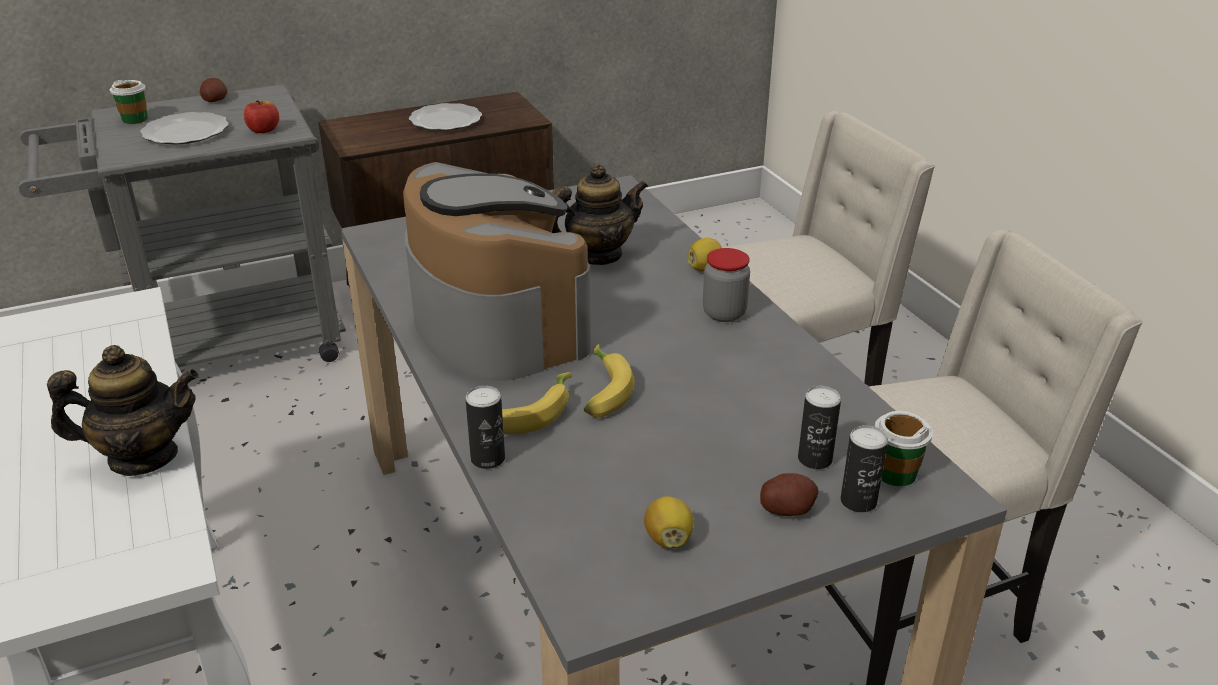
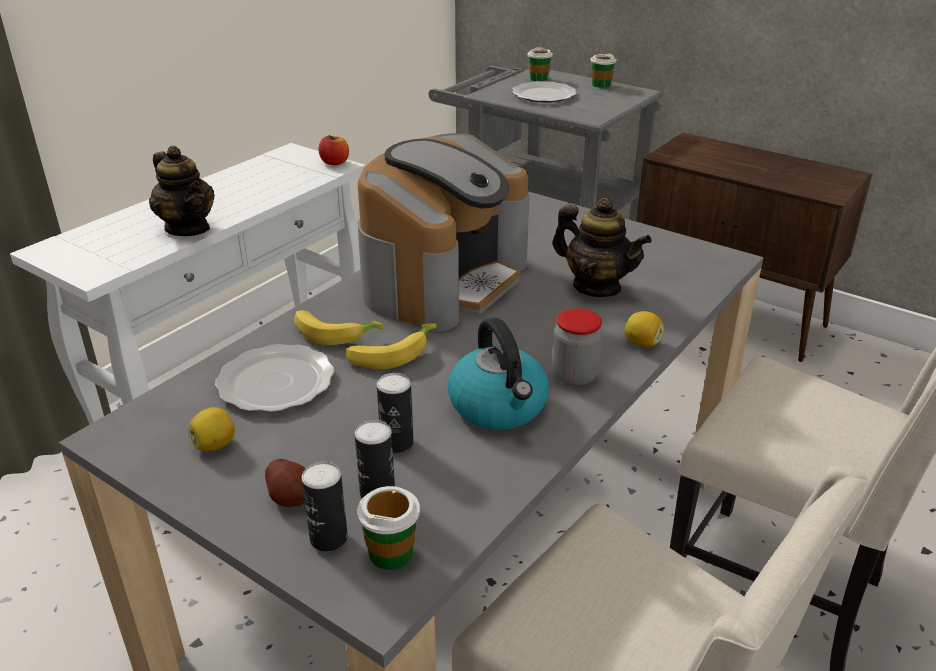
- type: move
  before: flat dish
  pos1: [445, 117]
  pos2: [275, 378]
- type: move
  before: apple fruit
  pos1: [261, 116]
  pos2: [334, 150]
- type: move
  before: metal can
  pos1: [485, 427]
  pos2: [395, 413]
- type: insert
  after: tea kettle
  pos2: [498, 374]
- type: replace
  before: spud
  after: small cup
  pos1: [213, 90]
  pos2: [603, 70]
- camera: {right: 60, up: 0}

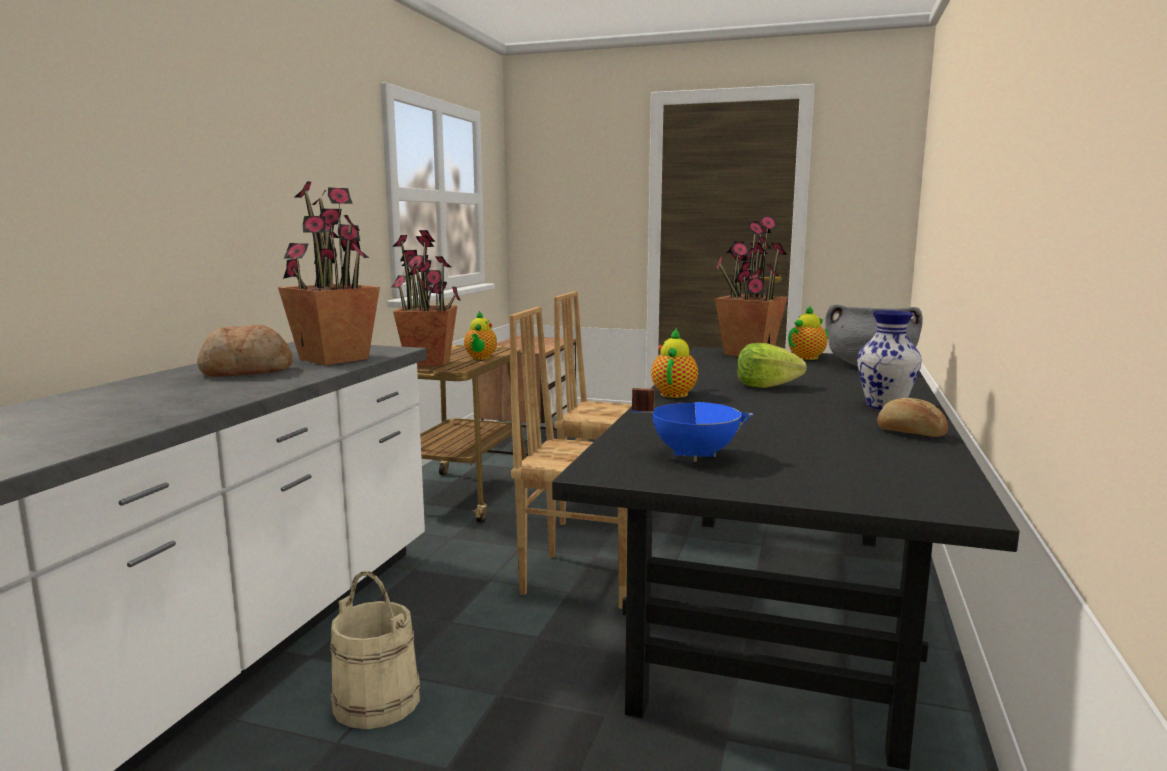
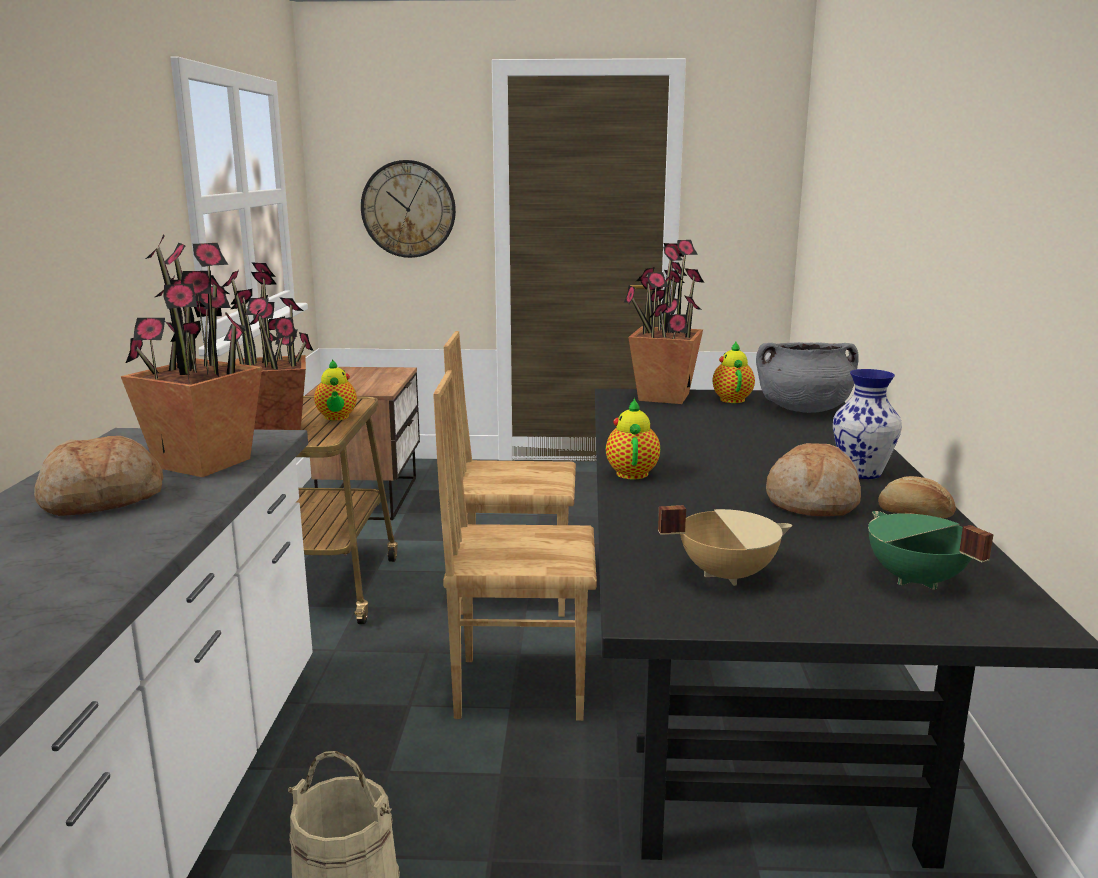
- type: insert
  after: wall clock
  pos2: [408, 209]
- type: recolor
  before: bluish cooking pot
  after: beige-coloured cooking pot
  pos1: [693, 425]
  pos2: [725, 545]
- type: rotate
  before: teapot
  pos1: [808, 333]
  pos2: [734, 372]
  turn: -45
- type: insert
  after: bakery bread
  pos2: [813, 479]
- type: insert
  after: greenish cooking pot
  pos2: [930, 550]
- type: delete
  before: lettuce
  pos1: [772, 365]
- camera: {right: -15, up: 5}

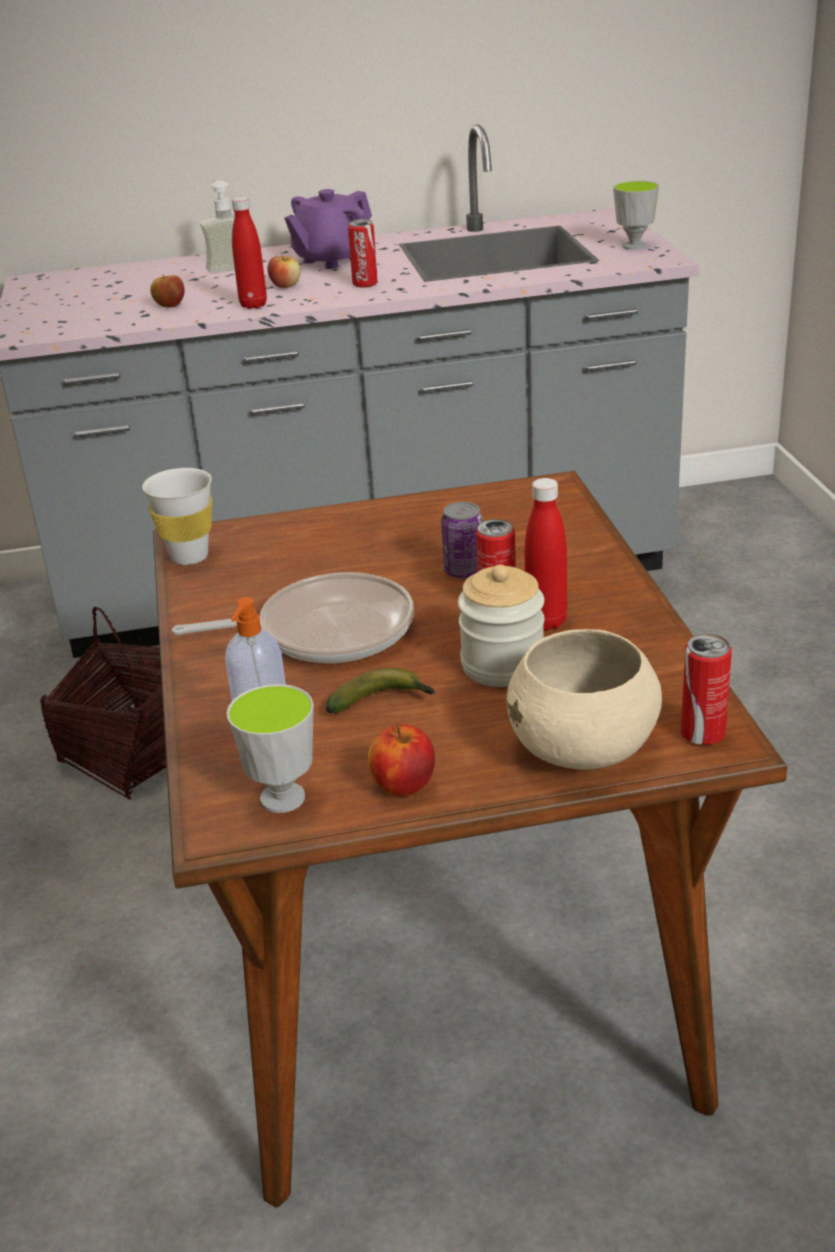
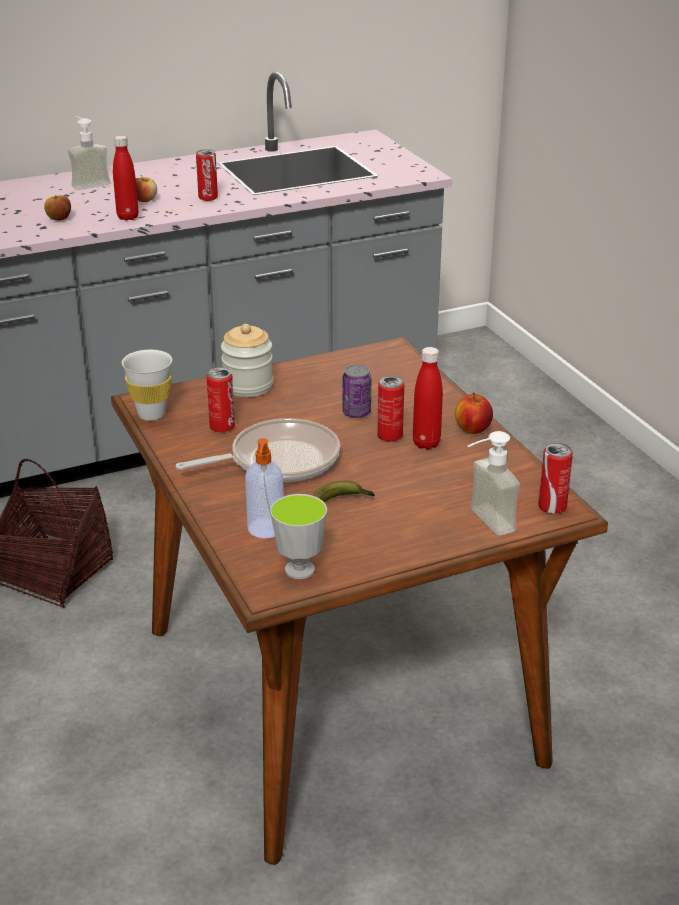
- type: insert
  after: metal can
  pos2: [220, 399]
- type: move
  before: storage jar
  pos1: [501, 625]
  pos2: [247, 360]
- type: move
  before: apple fruit
  pos1: [401, 759]
  pos2: [474, 413]
- type: replace
  before: beige-coloured serving bowl
  after: liquid soap bottle
  pos1: [584, 699]
  pos2: [494, 483]
- type: delete
  before: purple teapot
  pos1: [328, 229]
- type: delete
  before: small cup
  pos1: [636, 215]
- camera: {right: -15, up: 0}

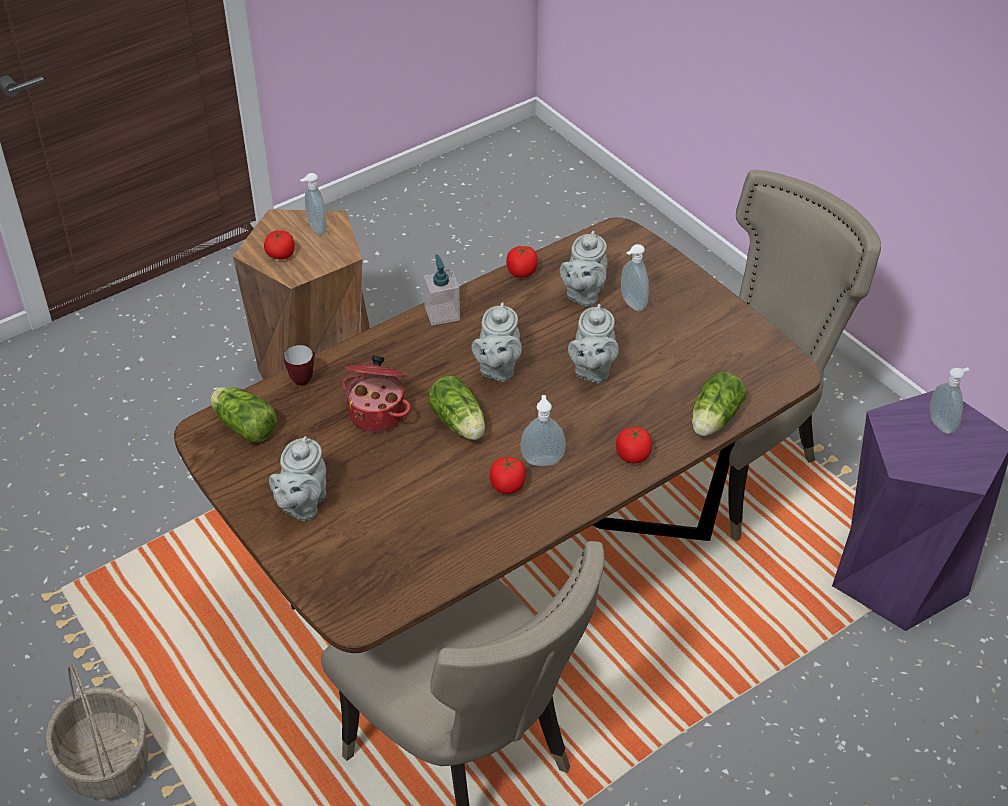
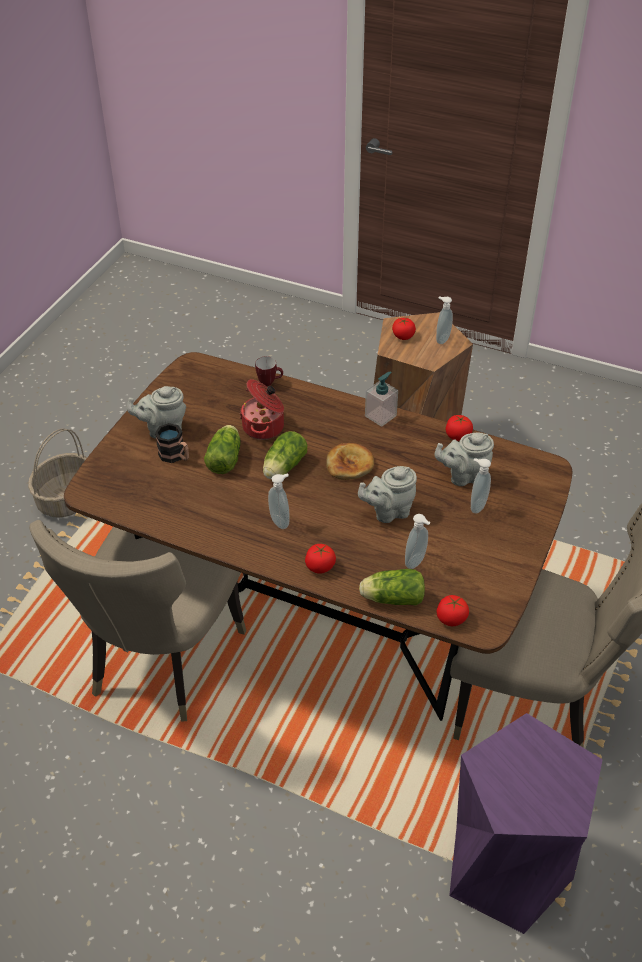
- type: insert
  after: mug
  pos2: [172, 443]
- type: move
  before: lettuce
  pos1: [243, 414]
  pos2: [222, 449]
- type: replace
  before: gray teapot
  after: bakery bread
  pos1: [497, 342]
  pos2: [350, 461]
- type: move
  before: liquid soap bottle
  pos1: [949, 400]
  pos2: [418, 541]
- type: move
  before: whole tomato
  pos1: [508, 475]
  pos2: [452, 610]
- camera: {right: 60, up: 0}

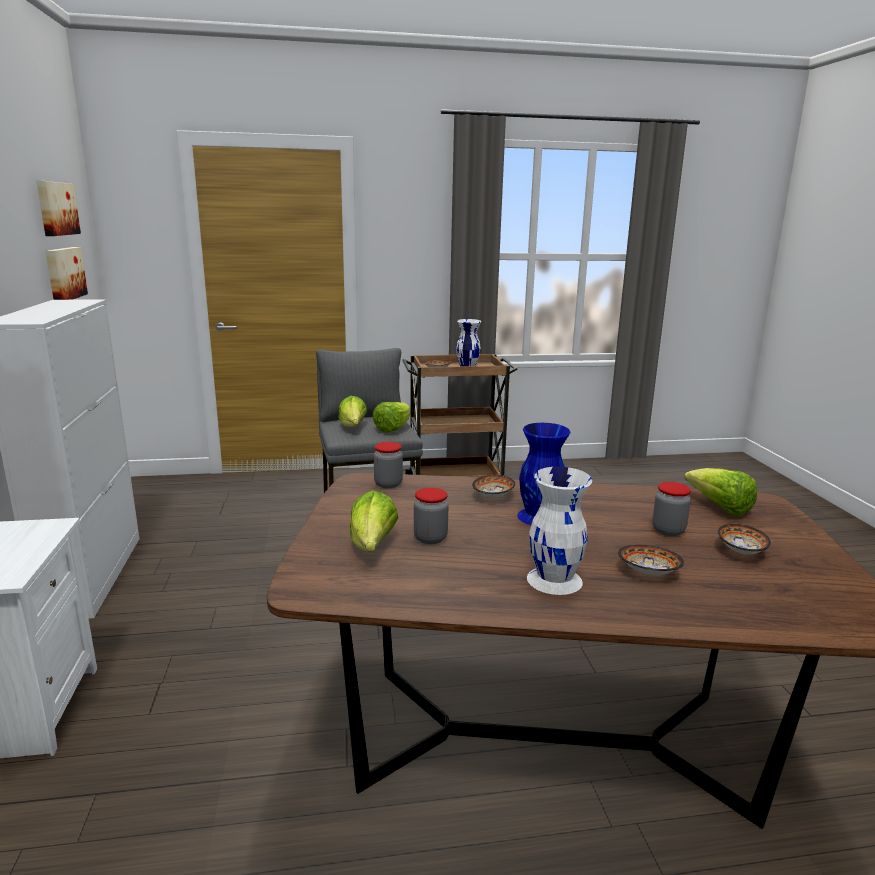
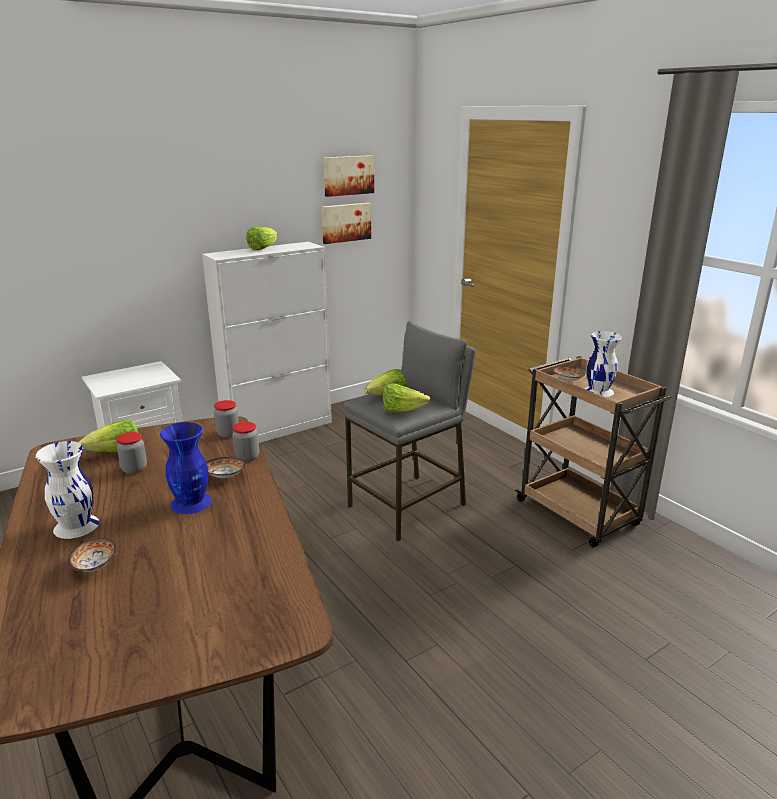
- type: move
  before: storage jar
  pos1: [671, 509]
  pos2: [245, 442]
- type: move
  before: lettuce
  pos1: [720, 492]
  pos2: [262, 238]
- type: delete
  before: serving bowl
  pos1: [744, 539]
- camera: {right: 65, up: 5}

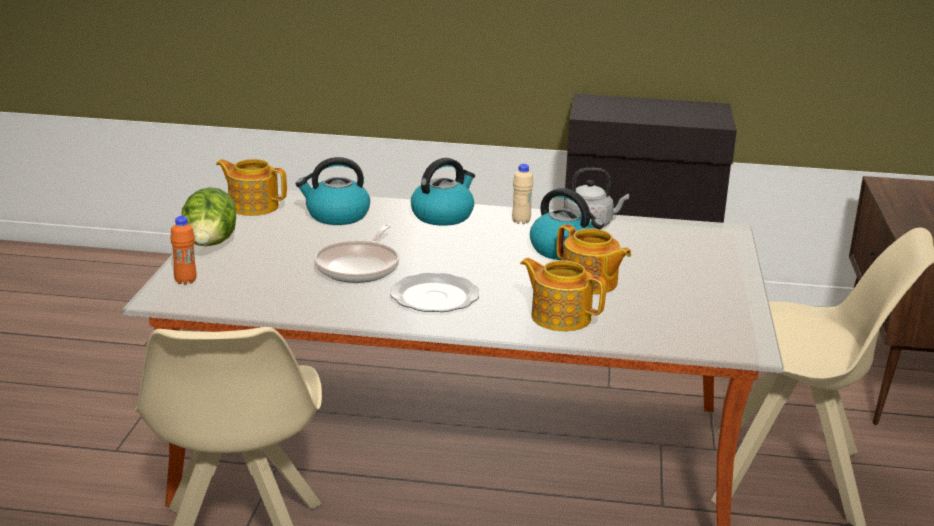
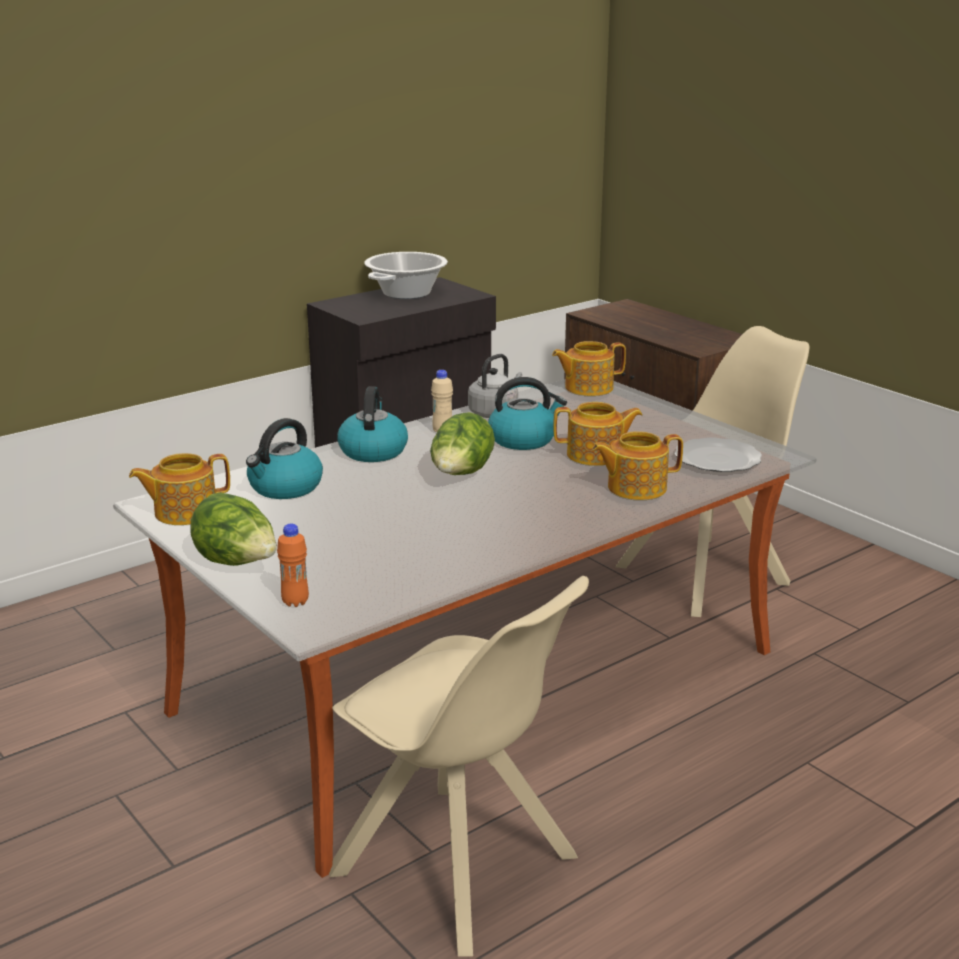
- type: insert
  after: cooking pot
  pos2: [406, 275]
- type: insert
  after: lettuce
  pos2: [462, 443]
- type: insert
  after: teapot
  pos2: [589, 368]
- type: move
  before: flat dish
  pos1: [434, 292]
  pos2: [718, 454]
- type: delete
  before: skillet
  pos1: [356, 253]
- camera: {right: -45, up: 0}

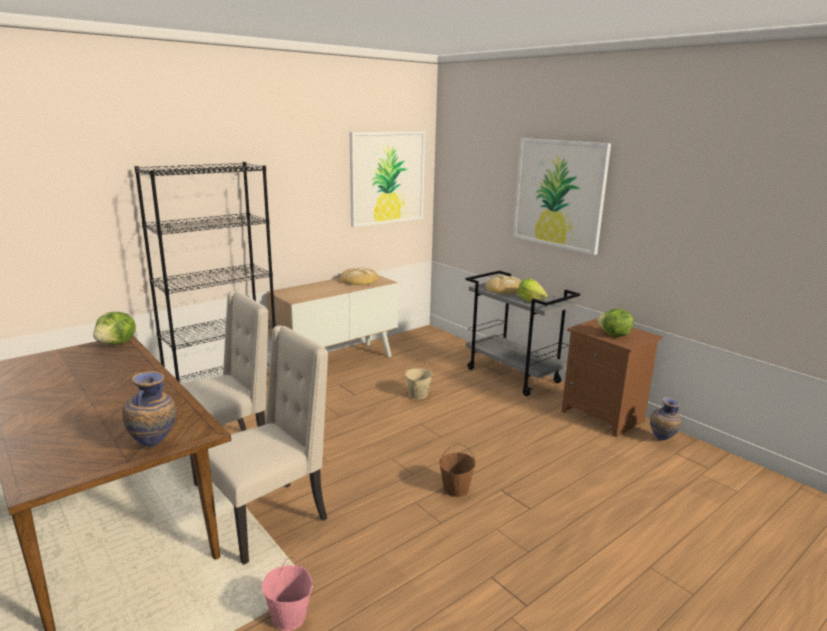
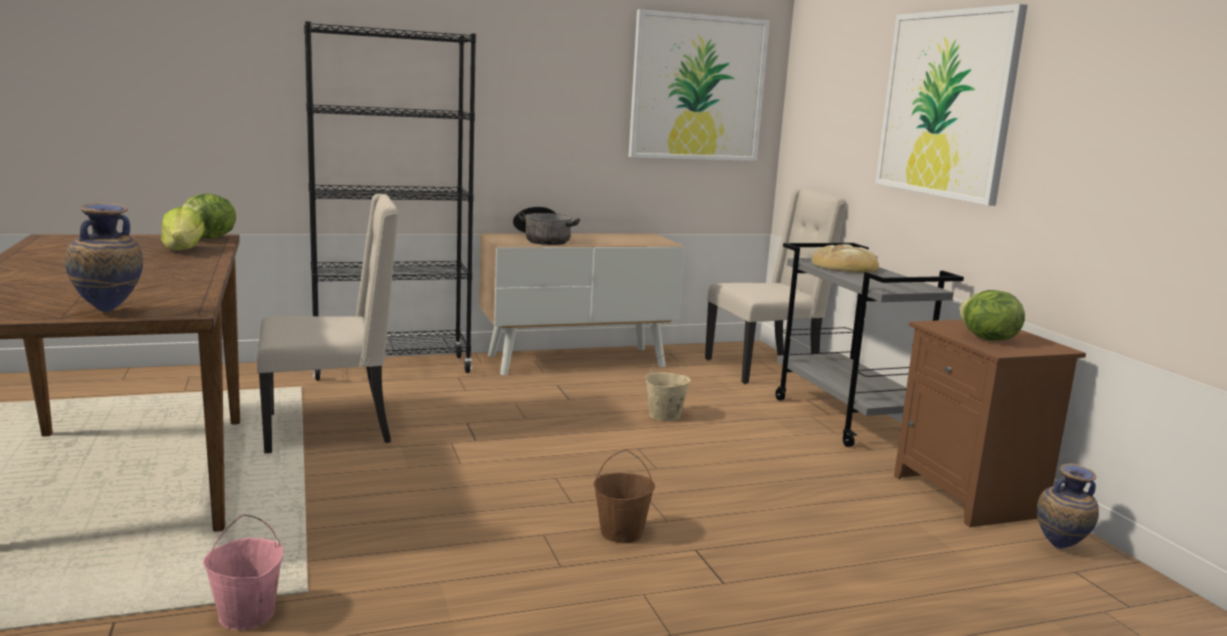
- type: move
  before: lettuce
  pos1: [533, 290]
  pos2: [183, 228]
- type: insert
  after: cooking pot
  pos2: [546, 225]
- type: move
  before: beige-coloured upright chair
  pos1: [268, 445]
  pos2: [776, 286]
- type: delete
  before: bakery bread
  pos1: [359, 276]
- camera: {right: 20, up: -5}

